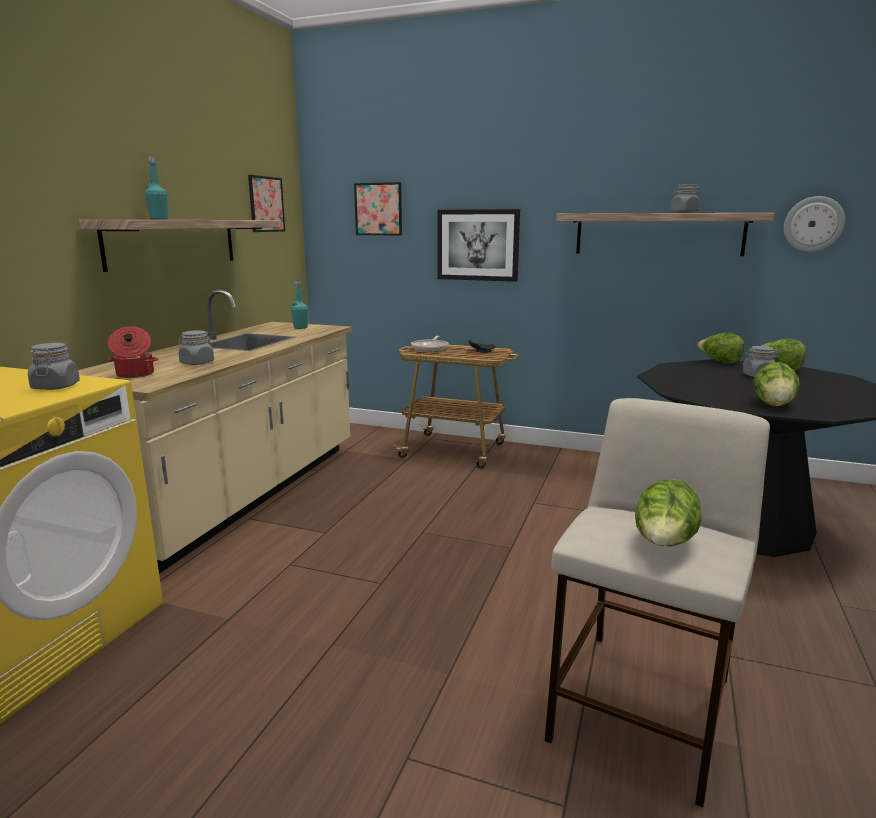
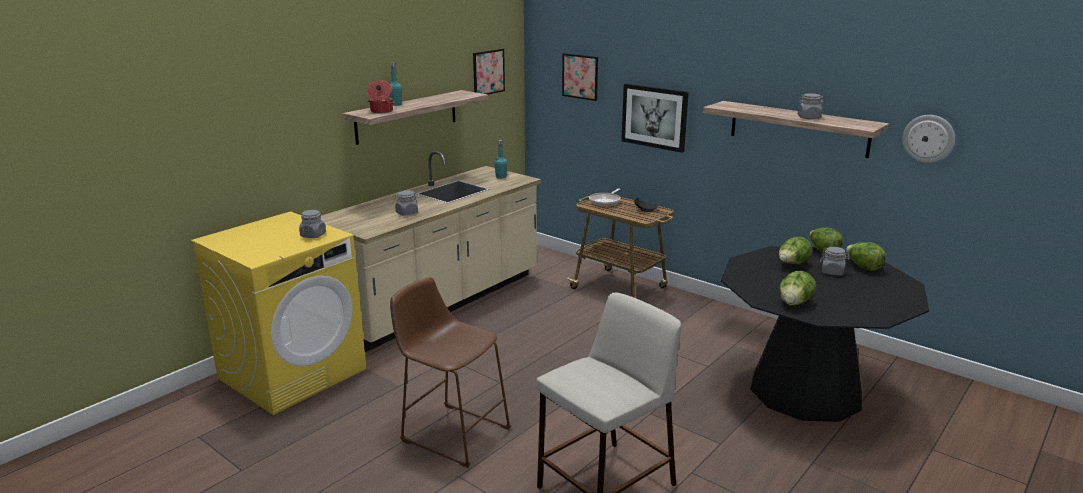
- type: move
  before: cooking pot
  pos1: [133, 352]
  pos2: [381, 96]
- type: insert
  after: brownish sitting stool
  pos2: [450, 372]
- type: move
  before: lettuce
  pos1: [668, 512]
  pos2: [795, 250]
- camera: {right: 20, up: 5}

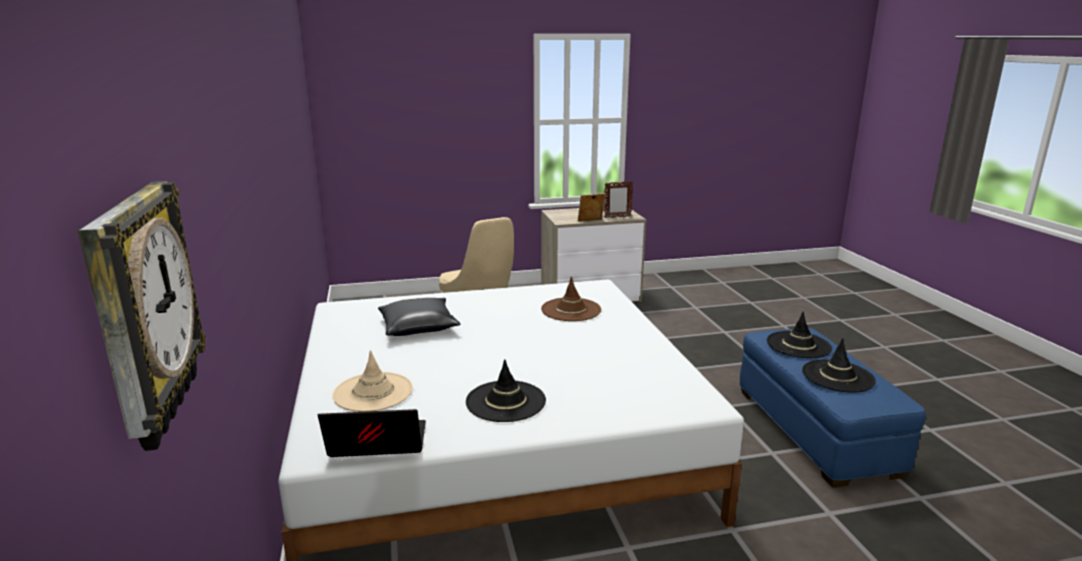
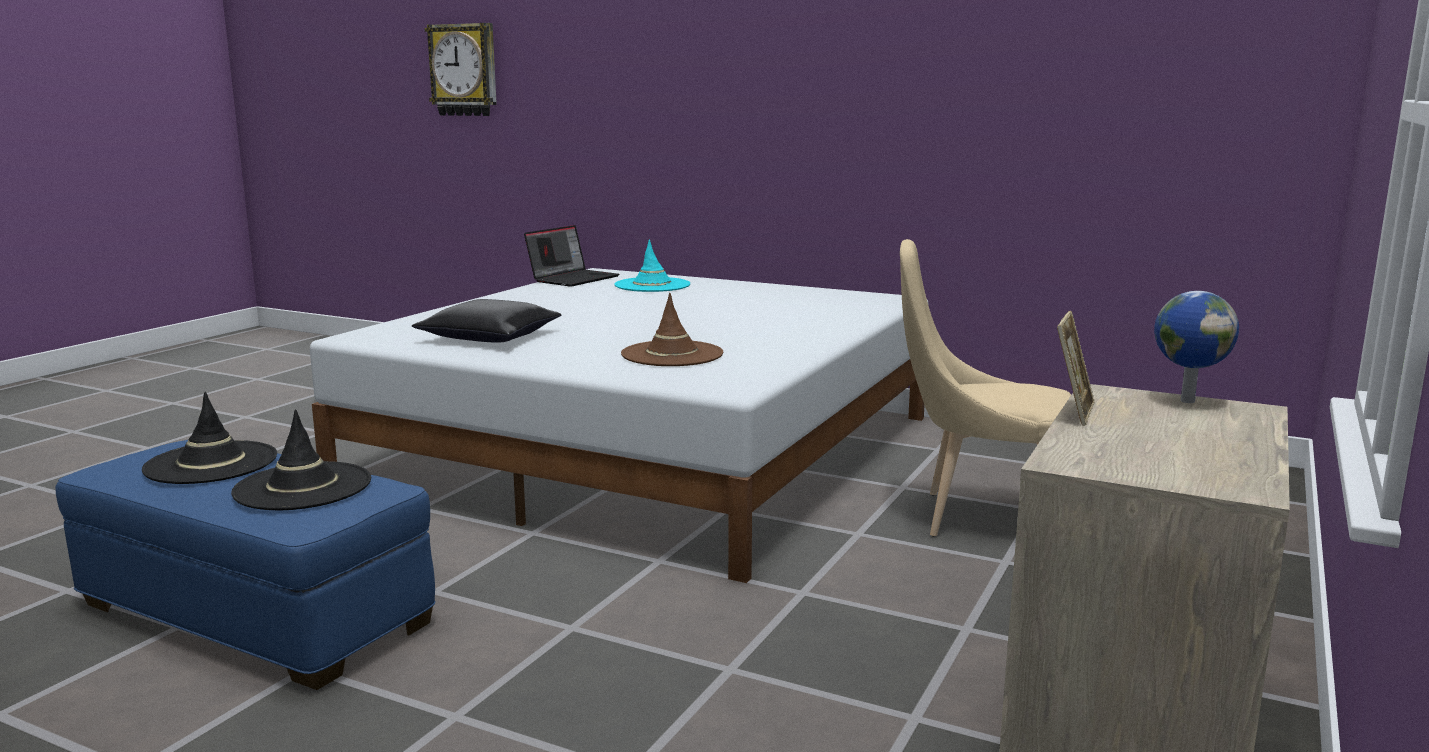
- type: move
  before: blackish cushion
  pos1: [419, 317]
  pos2: [487, 321]
- type: recolor
  before: beige-coloured wearable hat
  after: turquoise-coloured wearable hat
  pos1: [373, 381]
  pos2: [652, 265]
- type: insert
  after: desk globe
  pos2: [1196, 347]
- type: delete
  before: blackish wearable hat
  pos1: [506, 390]
- type: delete
  before: photo frame
  pos1: [618, 199]
- camera: {right: 130, up: -5}

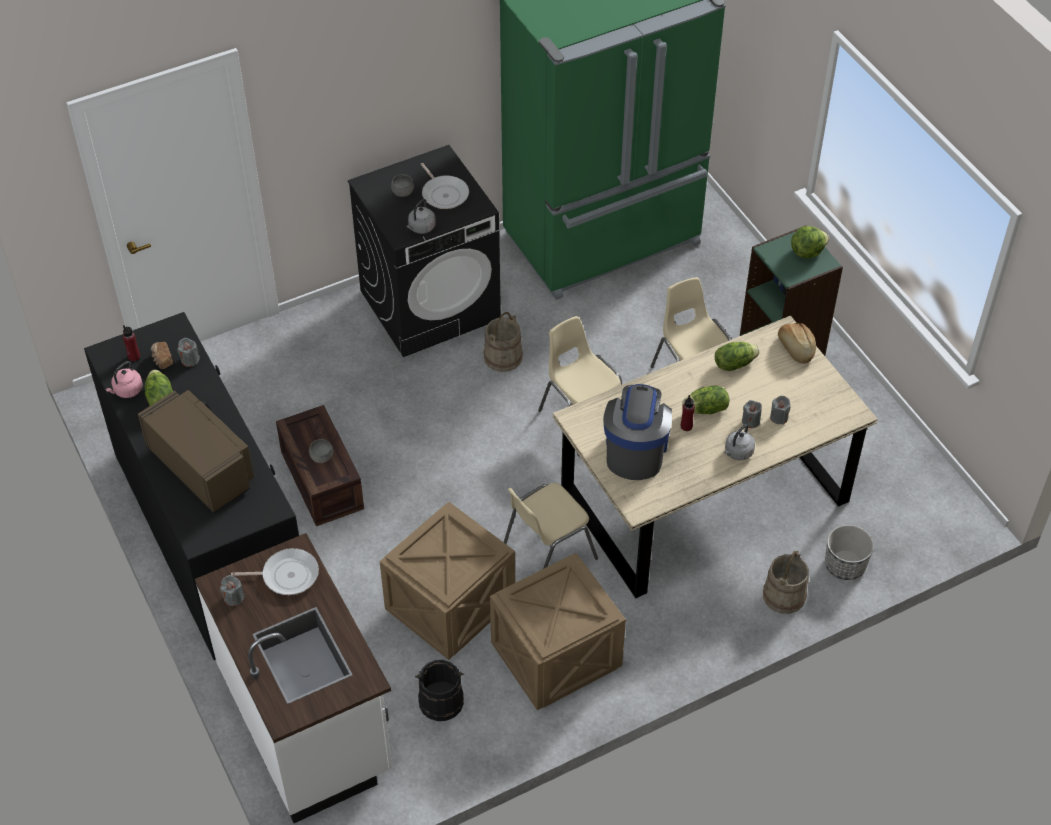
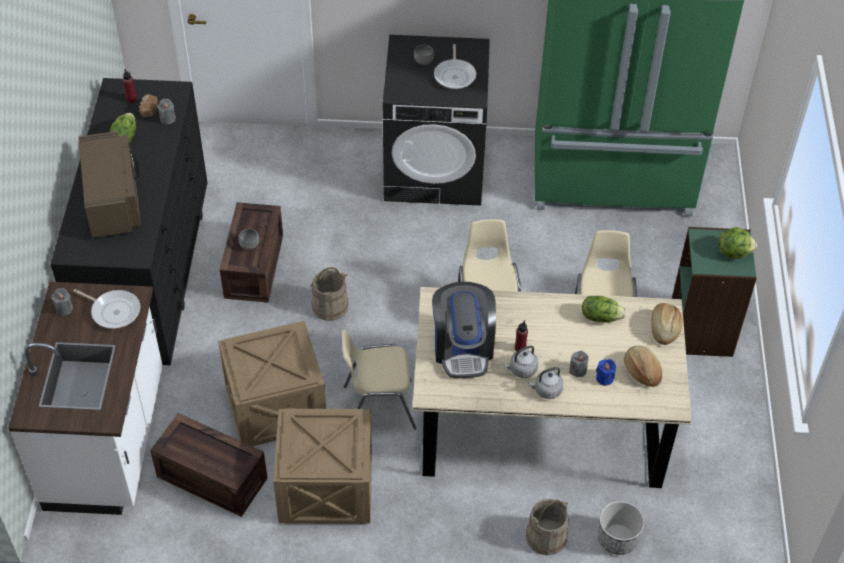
- type: replace
  before: blackish water bucket
  after: packing crate
  pos1: [439, 690]
  pos2: [209, 465]
- type: move
  before: beige-coloured water bucket
  pos1: [503, 342]
  pos2: [329, 294]
- type: rotate
  before: coffee maker
  pos1: [637, 432]
  pos2: [464, 330]
  turn: 135
- type: move
  before: gray tea kettle
  pos1: [421, 216]
  pos2: [521, 362]
- type: recolor
  before: gray wax candle
  after: bluish wax candle
  pos1: [780, 410]
  pos2: [606, 372]
- type: insert
  after: bakery bread
  pos2: [643, 366]
- type: delete
  before: pink tea kettle
  pos1: [124, 379]
- type: delete
  before: lettuce
  pos1: [705, 400]
- camera: {right: 30, up: 0}

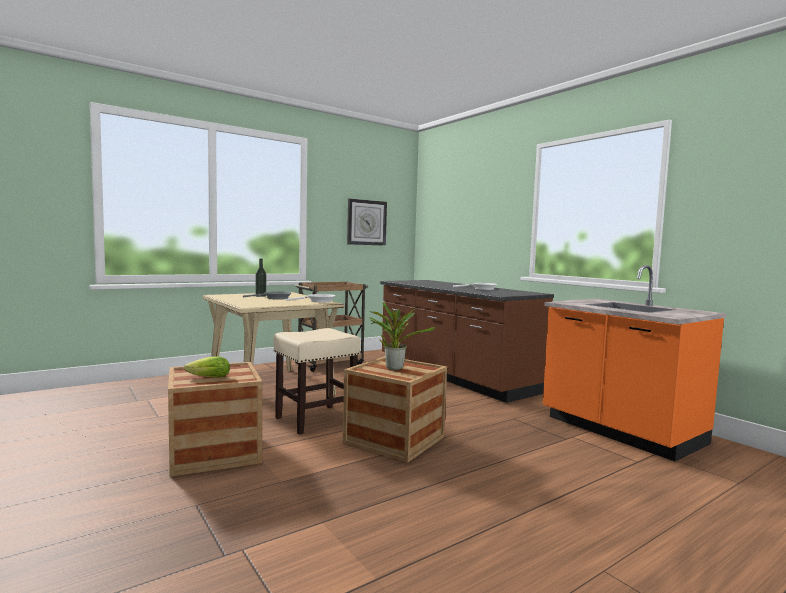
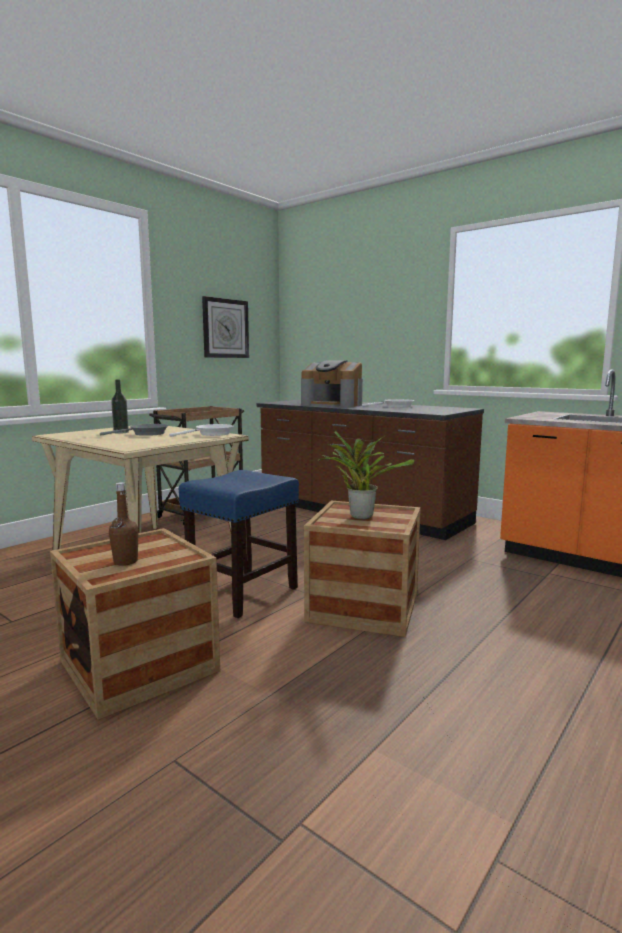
- type: replace
  before: lettuce
  after: brownish drink bottle
  pos1: [207, 366]
  pos2: [124, 524]
- type: recolor
  before: beige-coloured sitting stool
  after: bluish sitting stool
  pos1: [316, 381]
  pos2: [239, 544]
- type: insert
  after: coffee maker
  pos2: [332, 383]
- camera: {right: -15, up: 5}

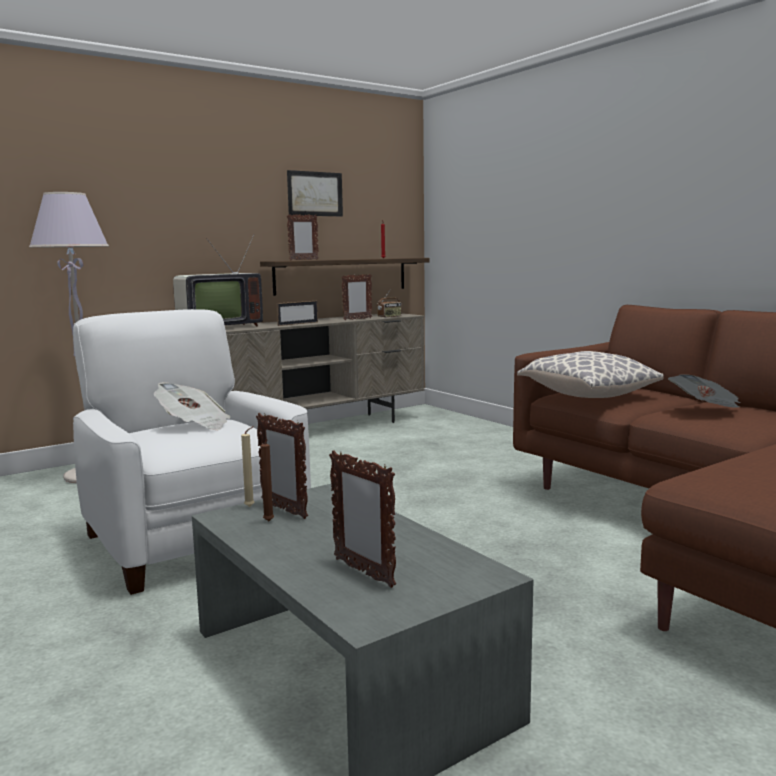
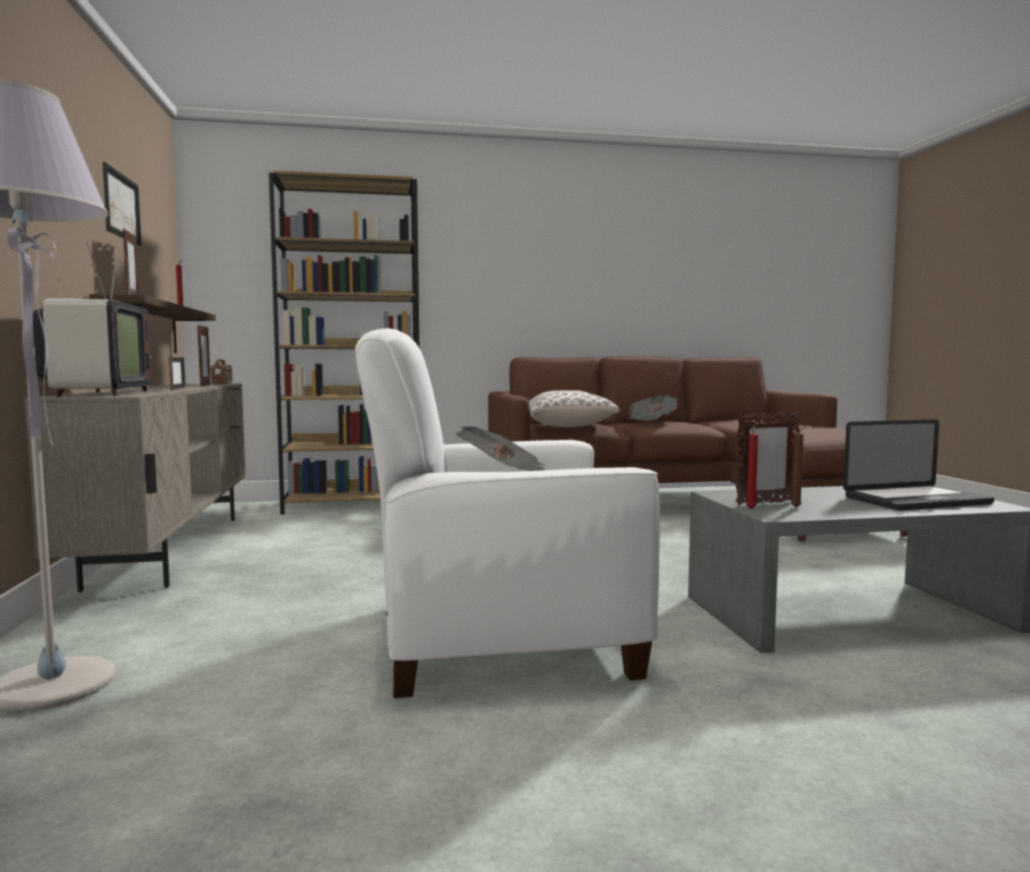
- type: insert
  after: brownish bookcase
  pos2: [344, 342]
- type: recolor
  before: beige-coloured wax candle
  after: red-coloured wax candle
  pos1: [248, 466]
  pos2: [752, 467]
- type: replace
  before: photo frame
  after: notebook computer
  pos1: [362, 519]
  pos2: [918, 464]
- camera: {right: -65, up: -5}

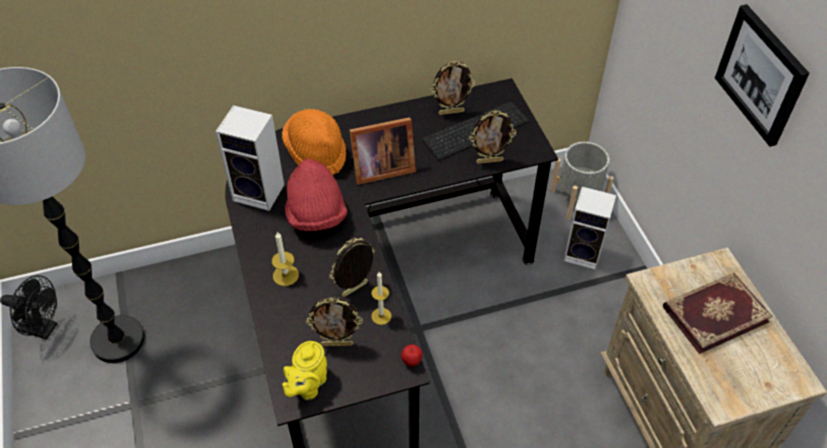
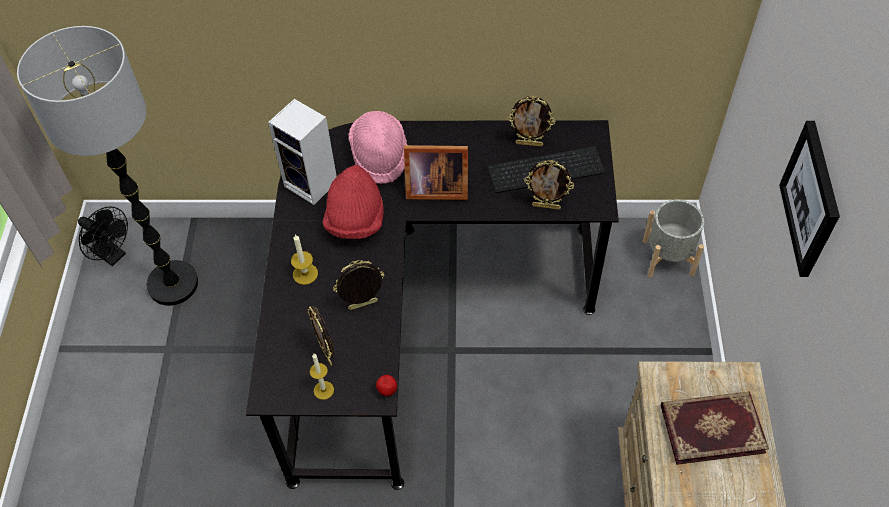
- type: rotate
  before: photo frame
  pos1: [334, 321]
  pos2: [321, 336]
  turn: 45
- type: move
  before: wax candle
  pos1: [381, 298]
  pos2: [322, 377]
- type: recolor
  before: orange-coloured wearable hat
  after: pink wearable hat
  pos1: [314, 142]
  pos2: [377, 147]
- type: delete
  before: yellow teapot
  pos1: [304, 370]
- type: delete
  before: audio speaker
  pos1: [590, 228]
- camera: {right: 20, up: 5}

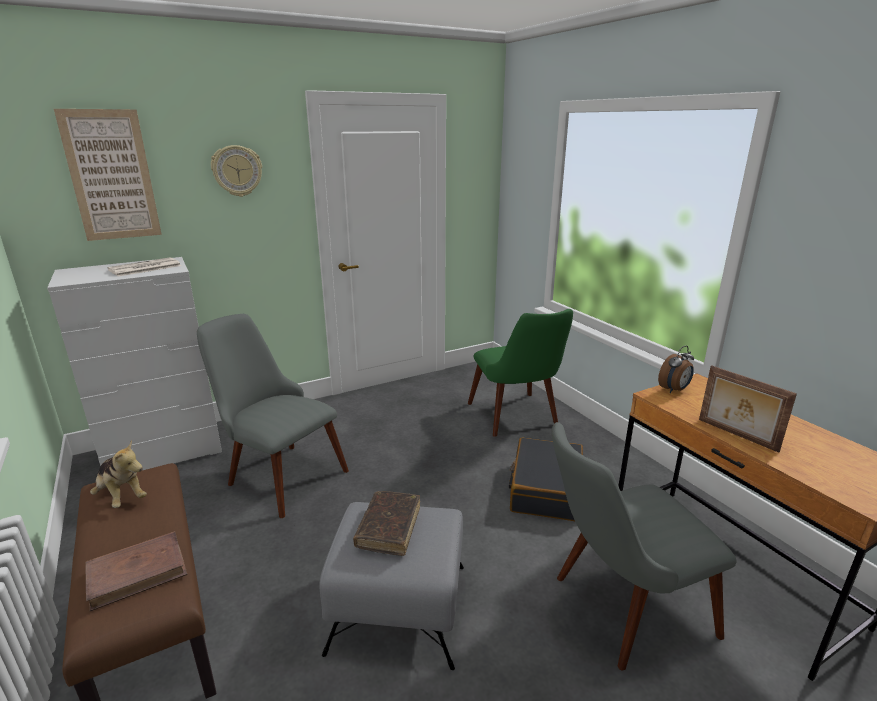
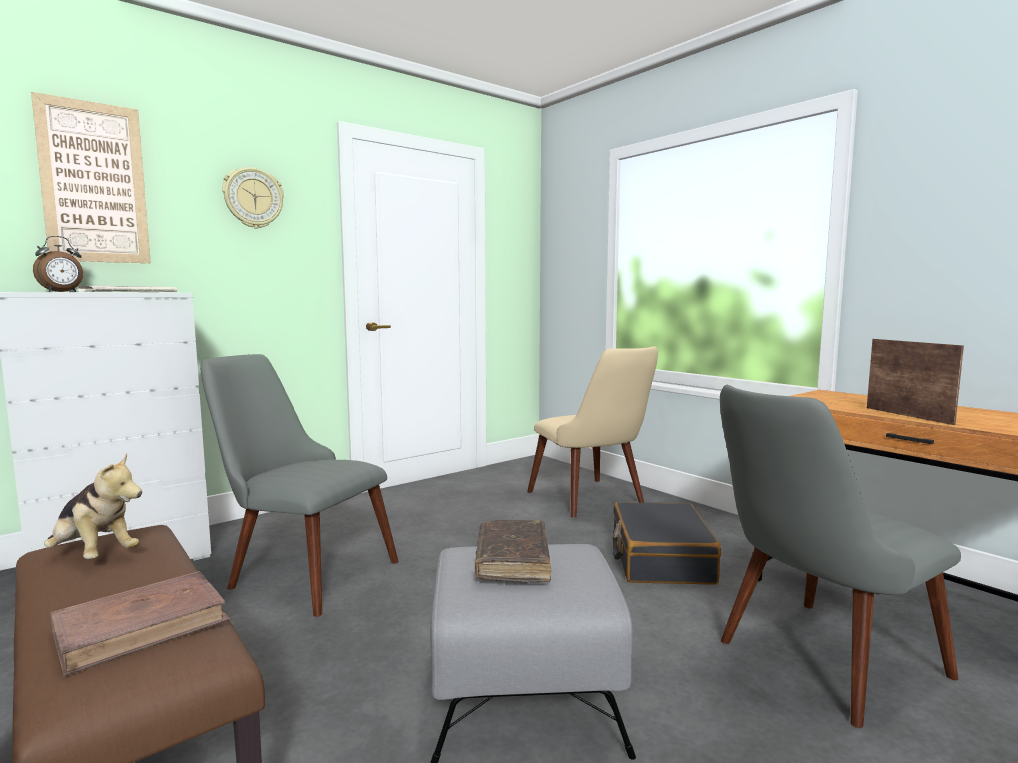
- type: move
  before: bedside clock
  pos1: [676, 369]
  pos2: [58, 264]
- type: recolor
  before: greenish upright chair
  after: beige-coloured upright chair
  pos1: [520, 373]
  pos2: [592, 432]
- type: rotate
  before: photo frame
  pos1: [748, 408]
  pos2: [915, 382]
  turn: -150
- camera: {right: -10, up: -15}

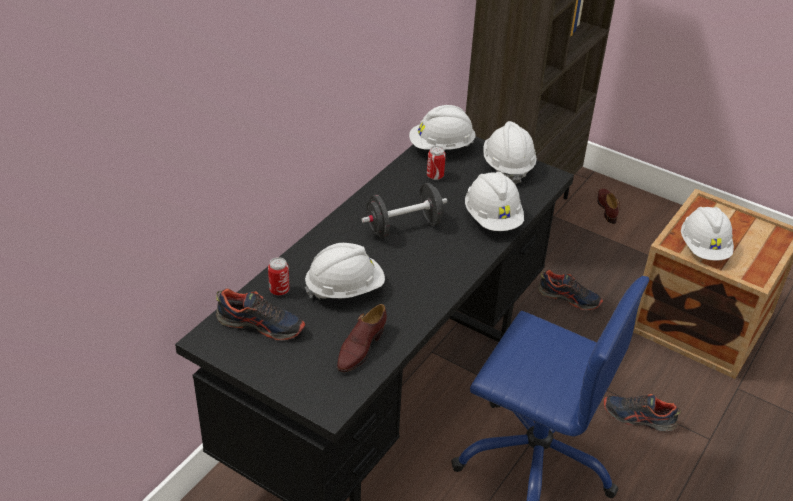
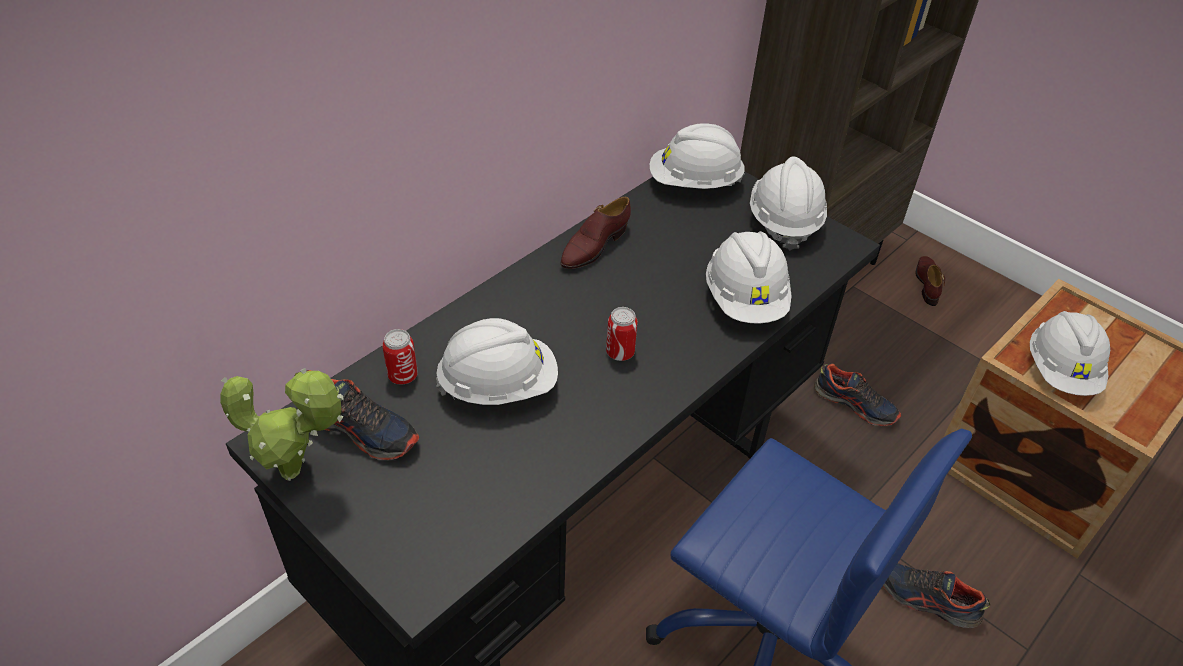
- type: insert
  after: plant in a pot
  pos2: [282, 424]
- type: move
  before: brownish low shoe
  pos1: [362, 338]
  pos2: [595, 232]
- type: move
  before: metal can
  pos1: [436, 163]
  pos2: [622, 334]
- type: delete
  before: blackish hand weight
  pos1: [404, 210]
- camera: {right: 10, up: 5}

